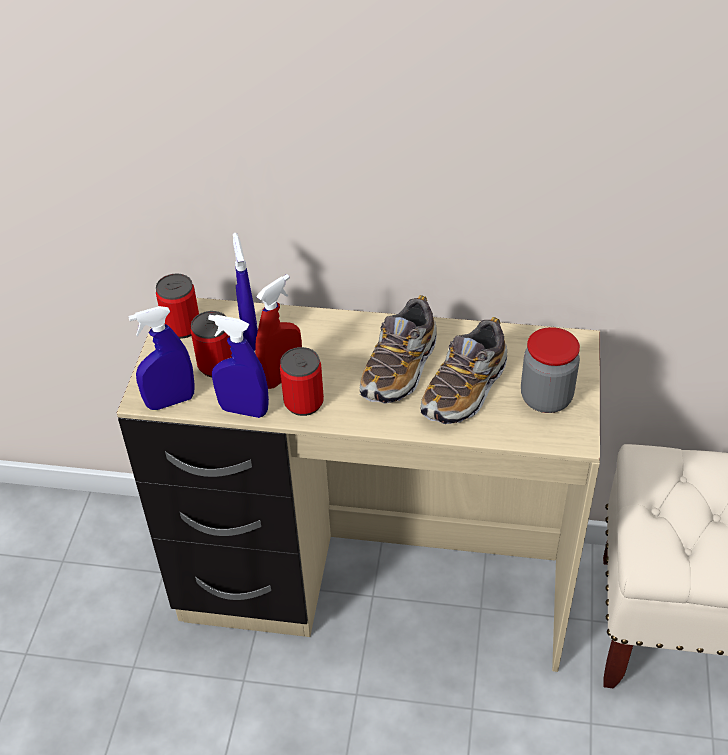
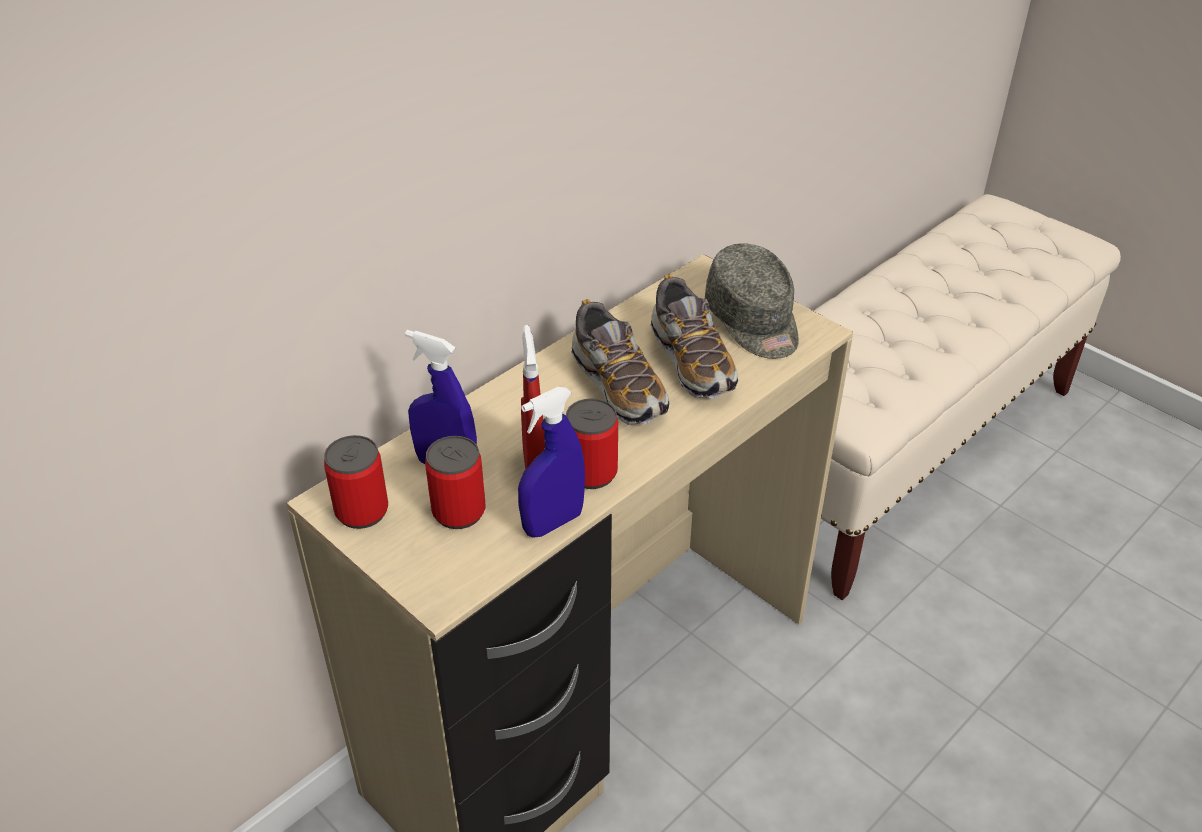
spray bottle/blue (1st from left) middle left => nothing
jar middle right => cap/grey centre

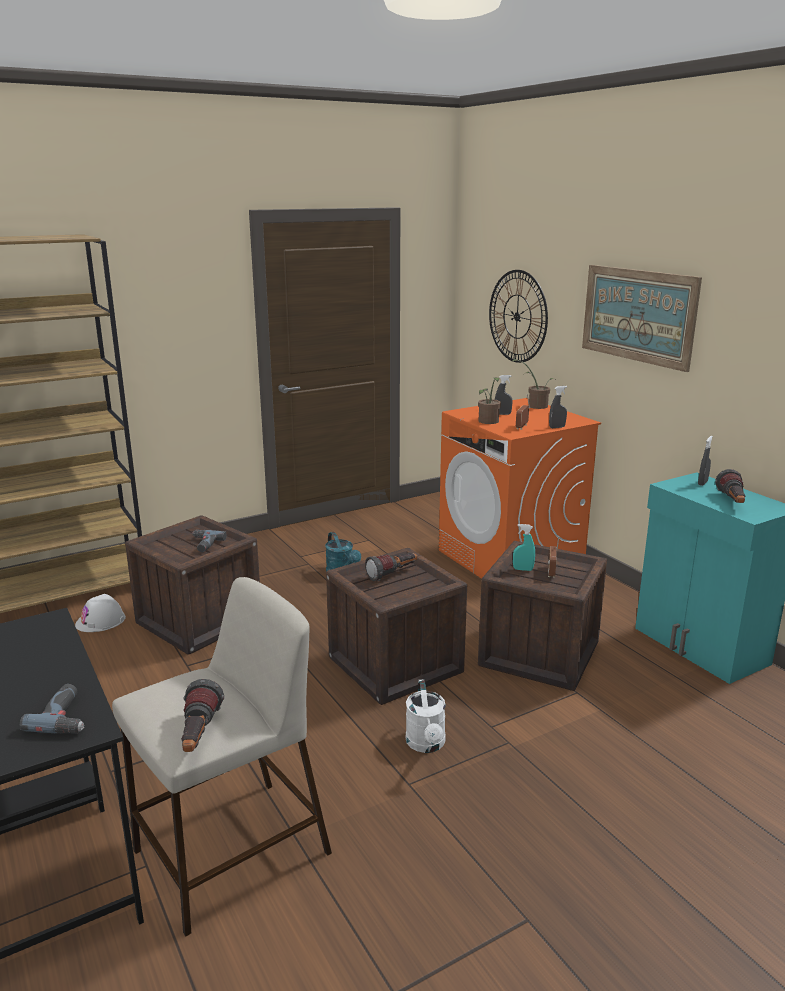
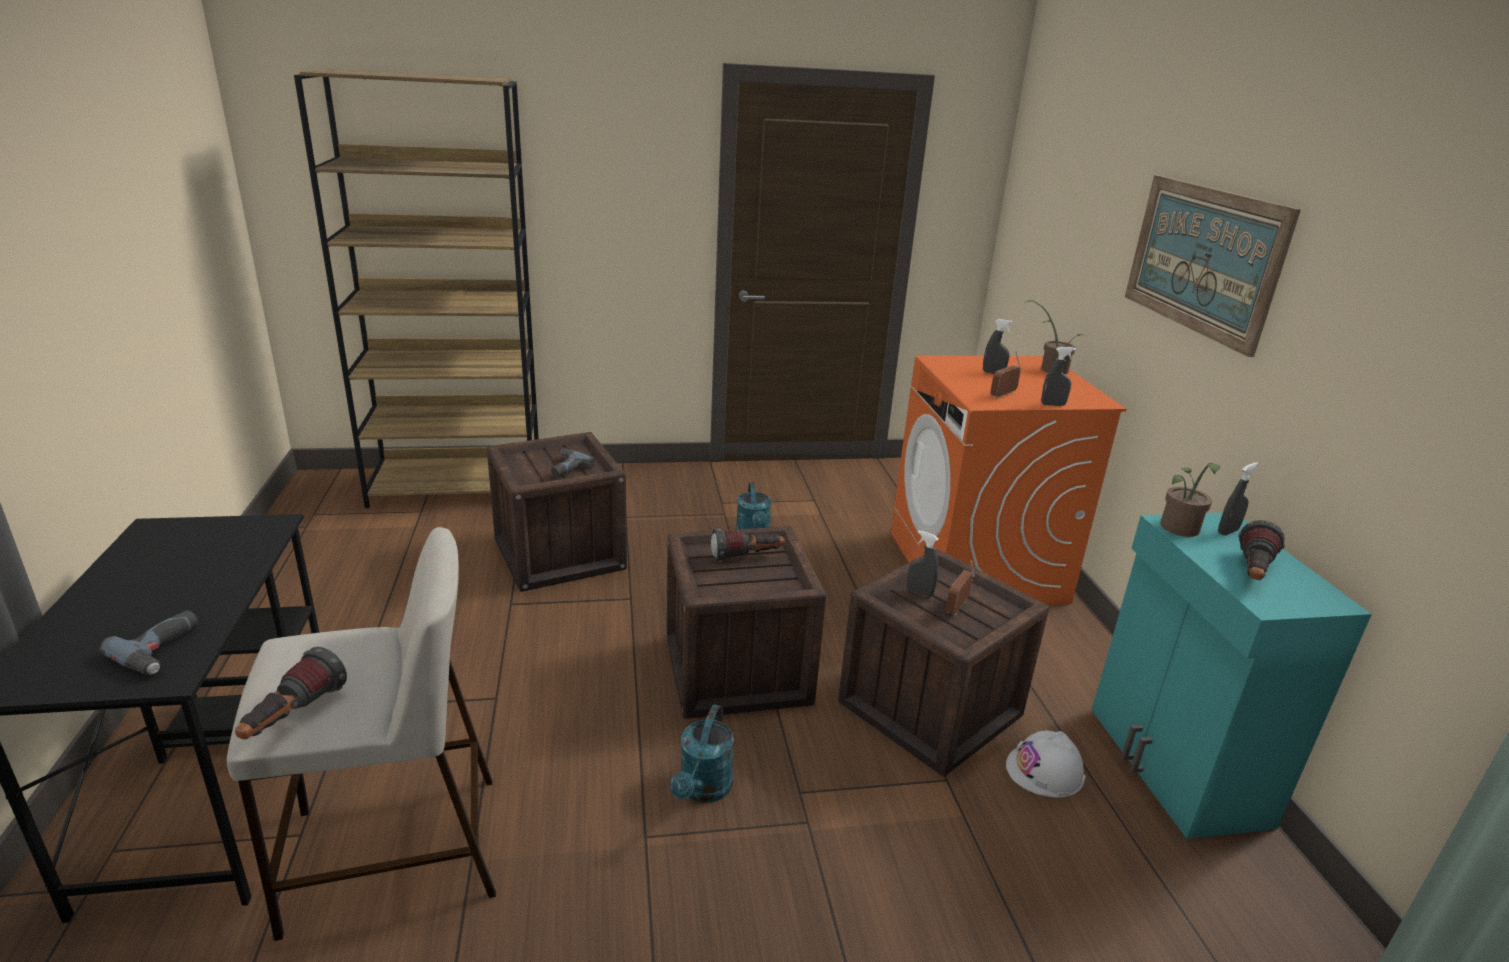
wall clock top centre => nothing
hard hat/white middle left => hard hat/white bottom right, move
potted plant (1st from left in the first image) centre => potted plant (2nd from left) middle right, move
watering can/white bottom centre => watering can/turquoise (1st from left) bottom centre
spray bottle/turquoise middle right => spray bottle/grey (1st from left) centre

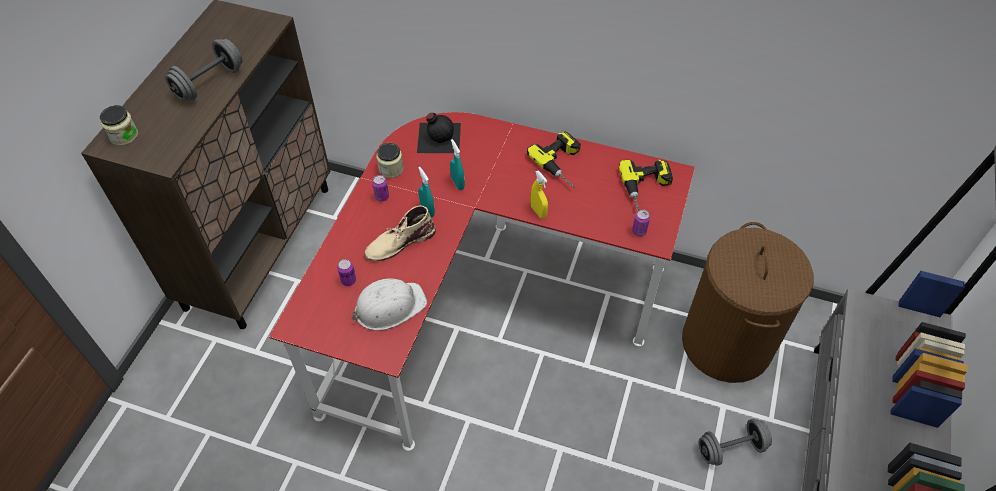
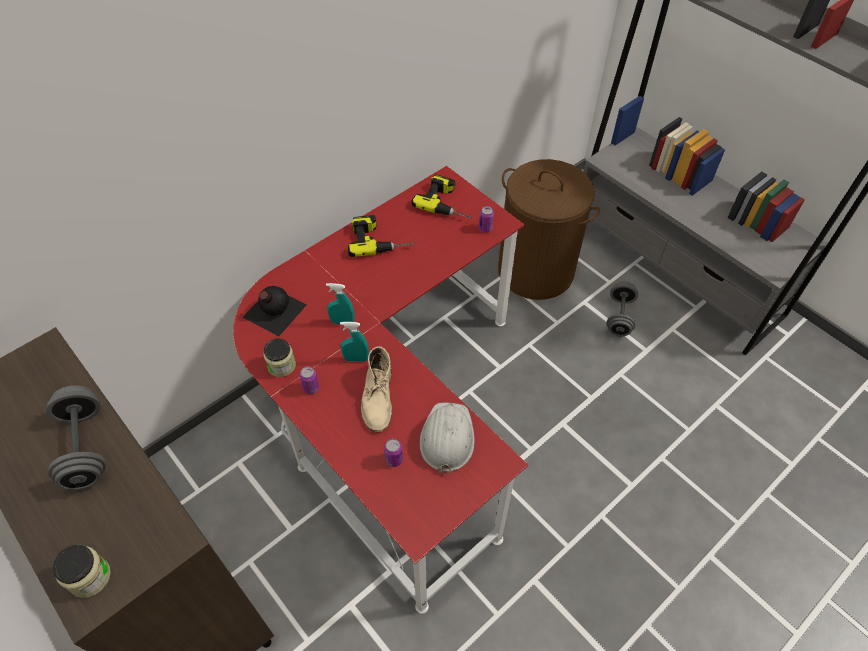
spray bottle/yellow centre => nothing

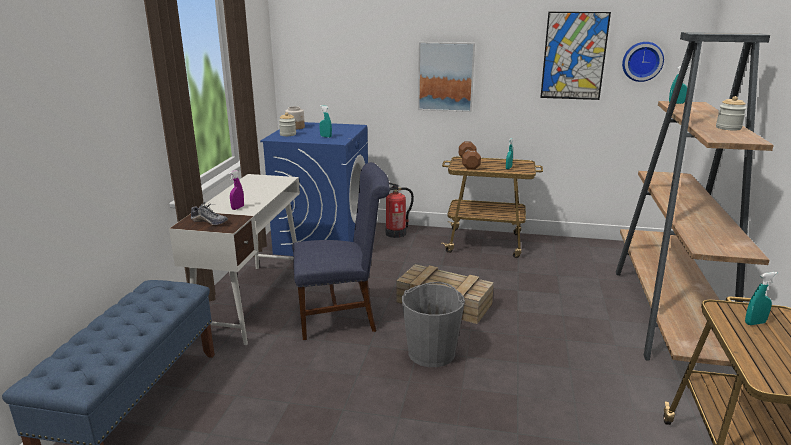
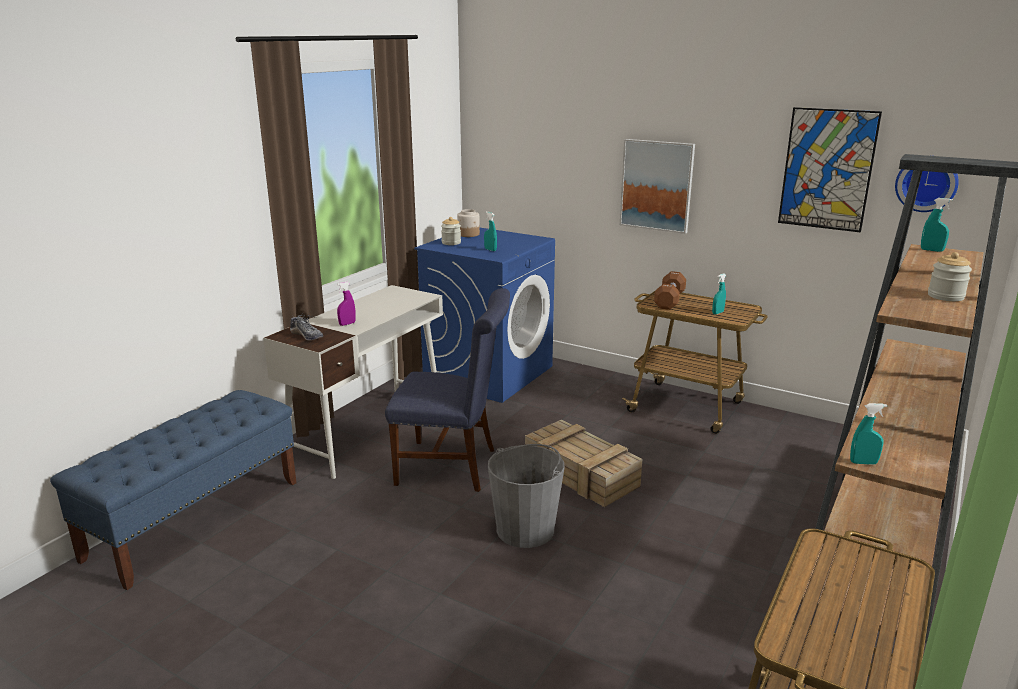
fire extinguisher centre => nothing
spray bottle/turquoise (4th from left in the first image) bottom right => spray bottle/turquoise (3rd from left) middle right, move

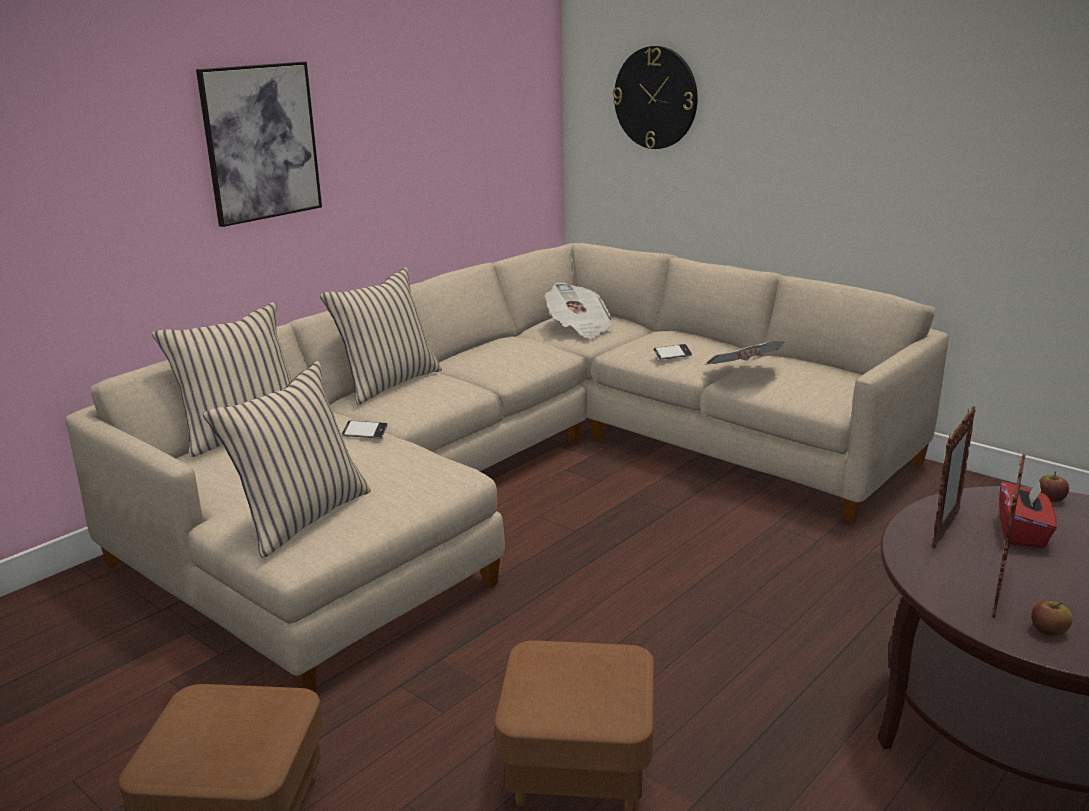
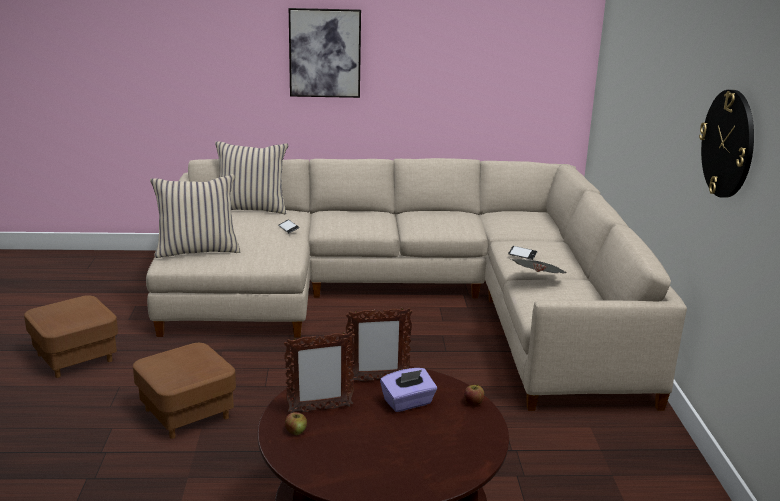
pillow/beige (3rd from left) centre => nothing
newspaper (1st from left) centre => nothing
wall clock top centre => wall clock top right, move
tissue box/red middle right => tissue box/purple bottom centre

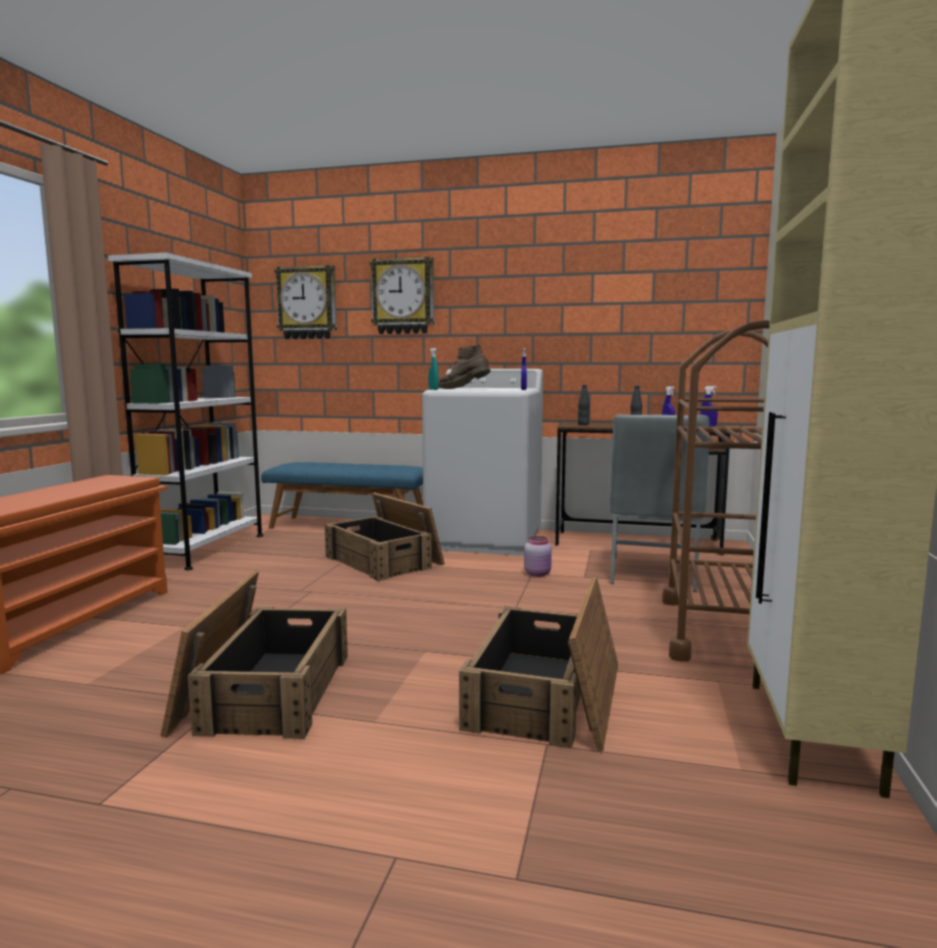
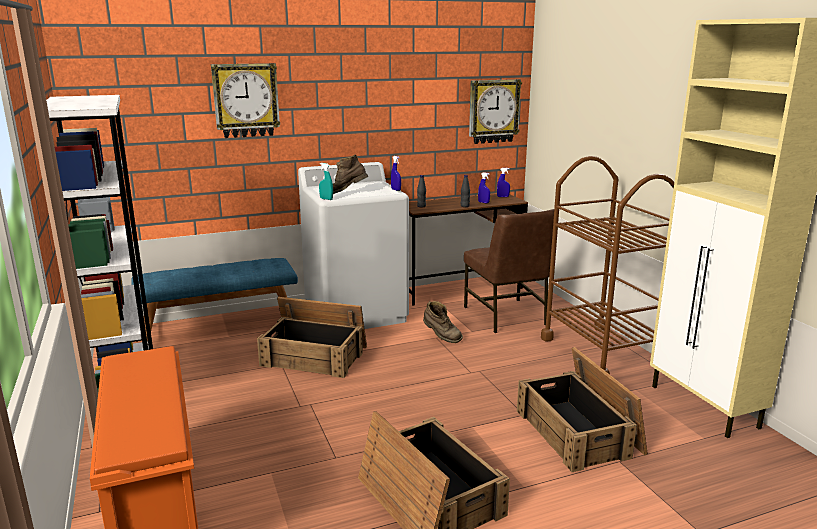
wall clock (1st from left in the first image) top left => wall clock (2nd from left) top centre, move
jar/pink centre => boot/brown (2nd from left) centre
chair/grey middle right => chair/brown centre

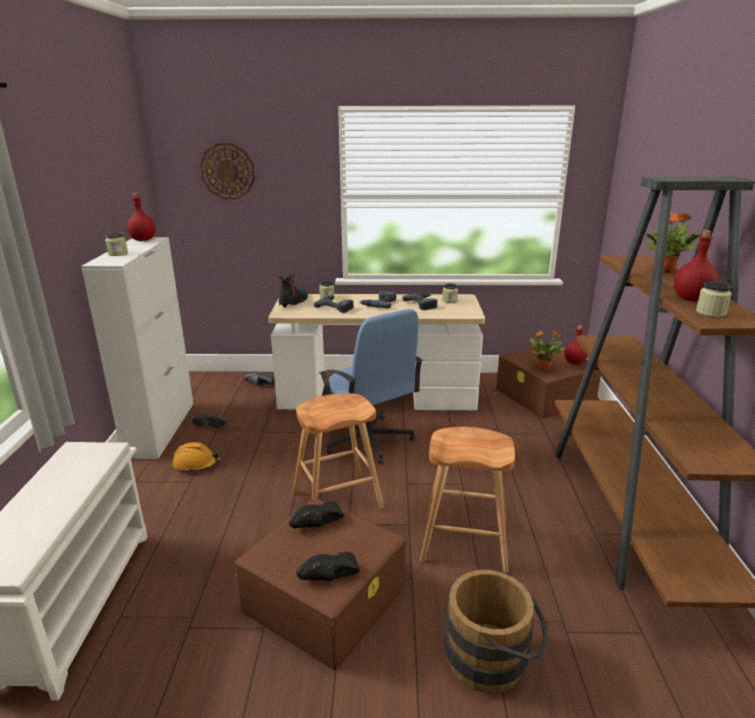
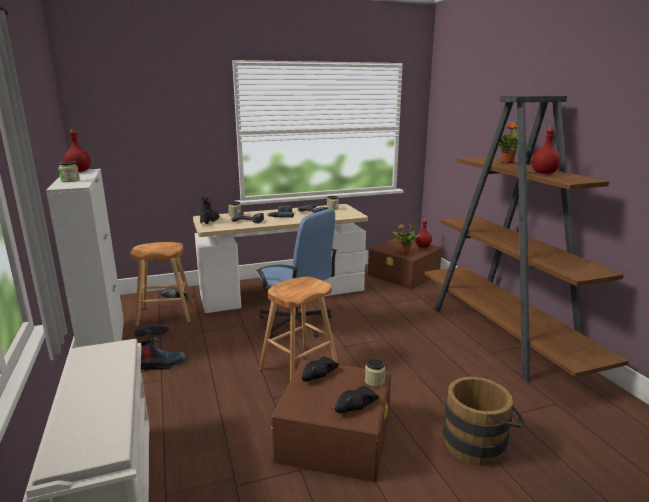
wall clock top left => nothing
stool/brown (2nd from left in the first image) bottom centre => stool/brown (1st from left) middle left, move
jar (4th from left) middle right => jar (4th from left) bottom centre, move
hard hat/orange middle left => boot (1st from left) bottom left

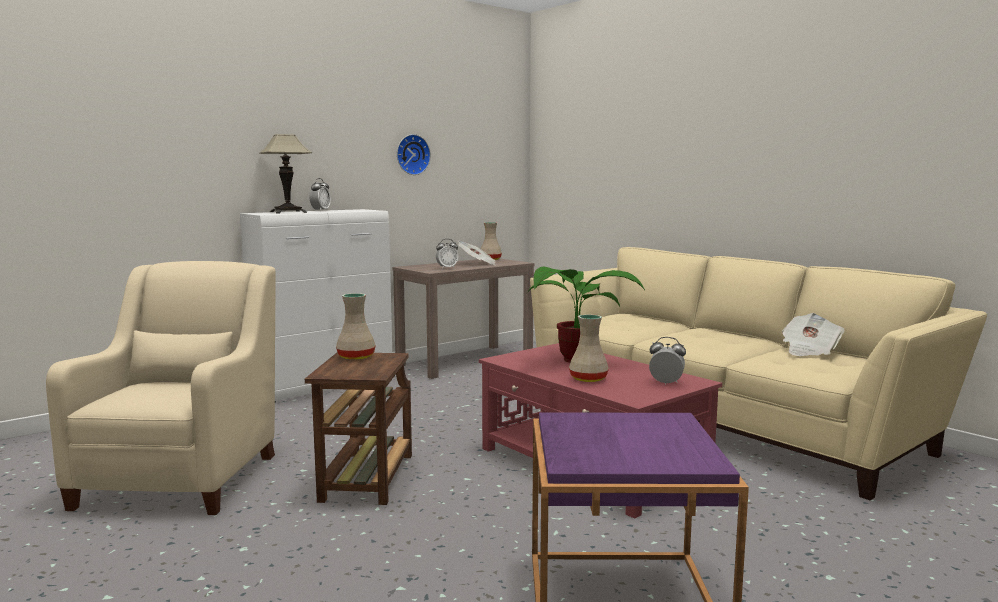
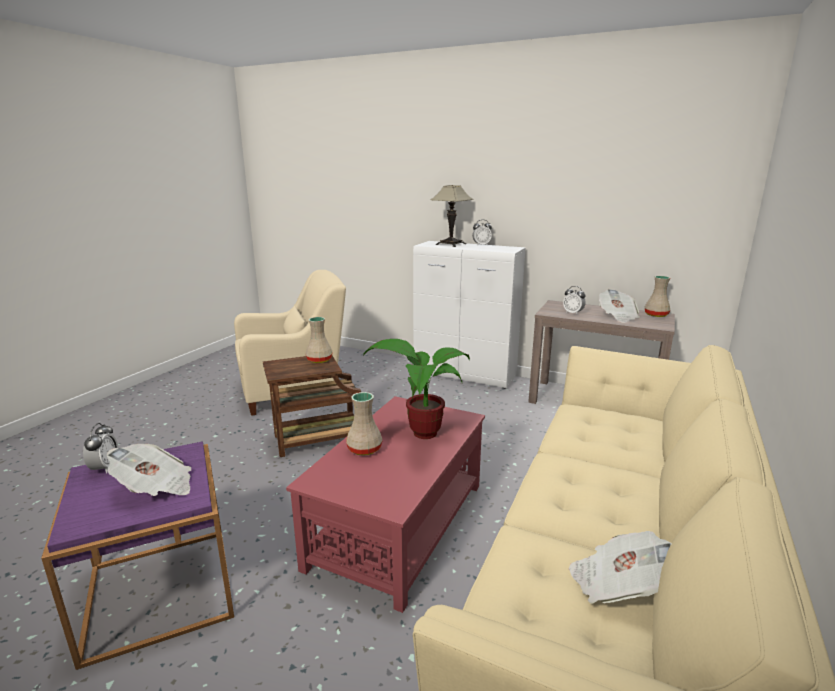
wall clock top centre => nothing
nothing => newspaper (1st from left) bottom left
alarm clock (3rd from left in the first image) middle right => alarm clock (1st from left) middle left, move

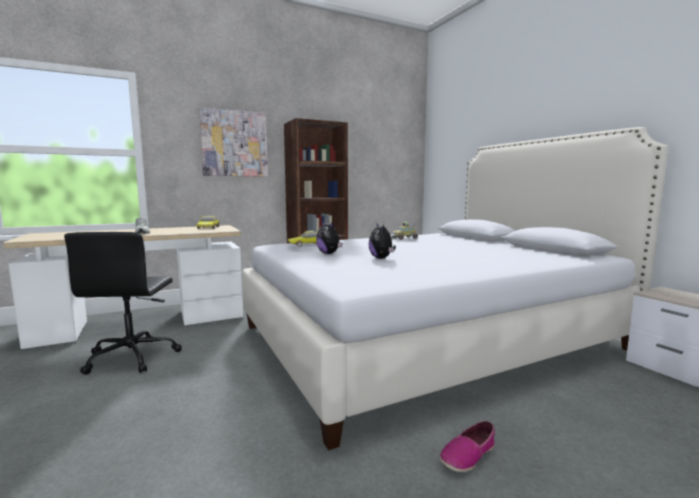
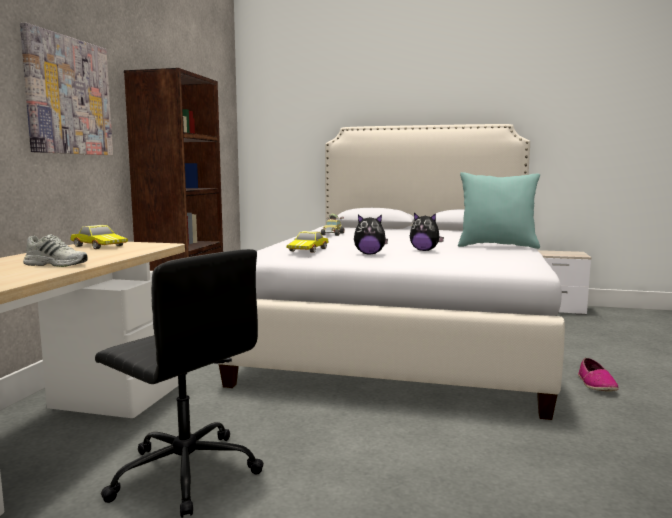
nothing => pillow/turquoise middle right

